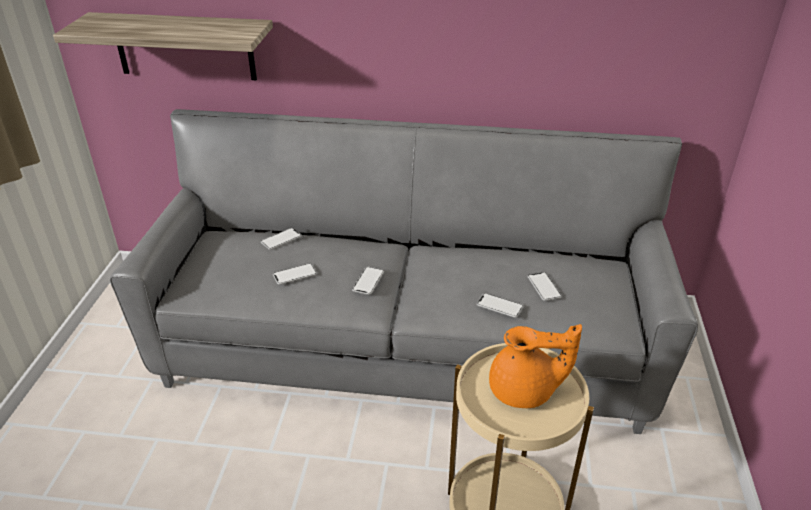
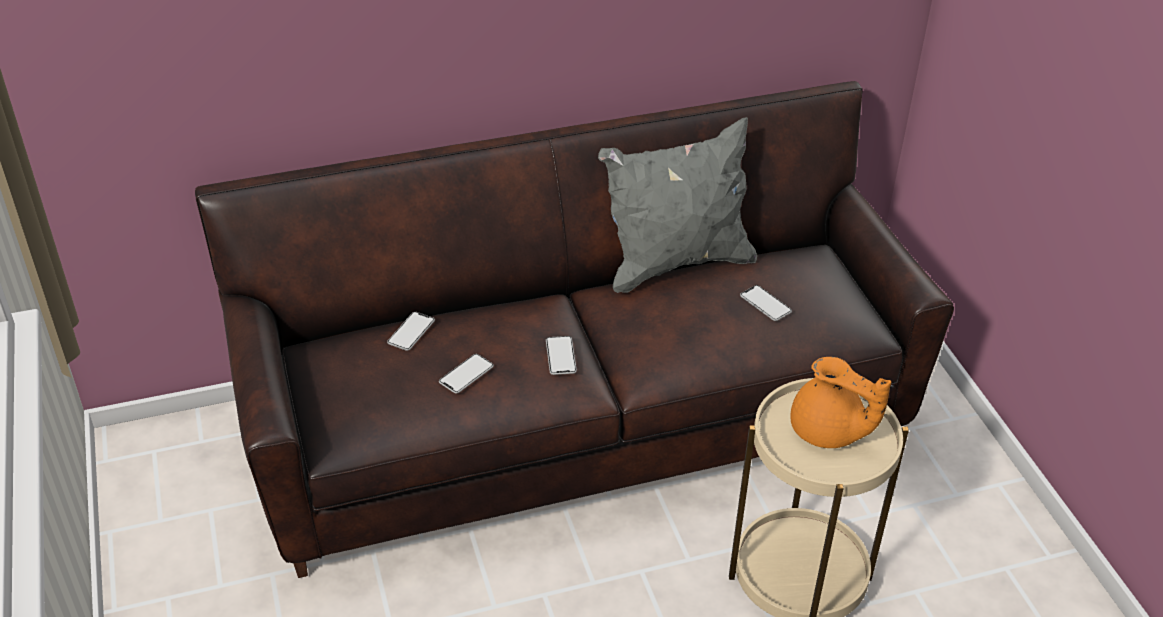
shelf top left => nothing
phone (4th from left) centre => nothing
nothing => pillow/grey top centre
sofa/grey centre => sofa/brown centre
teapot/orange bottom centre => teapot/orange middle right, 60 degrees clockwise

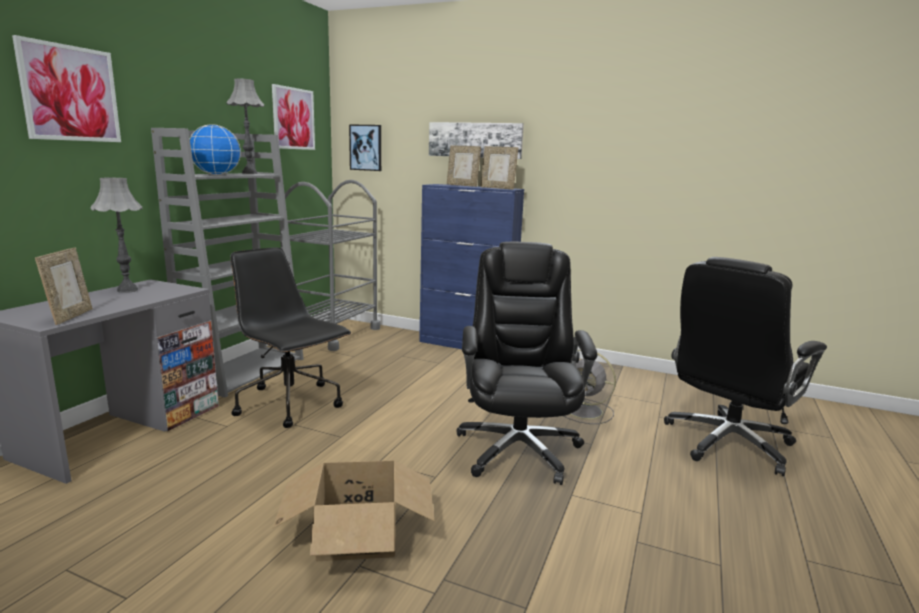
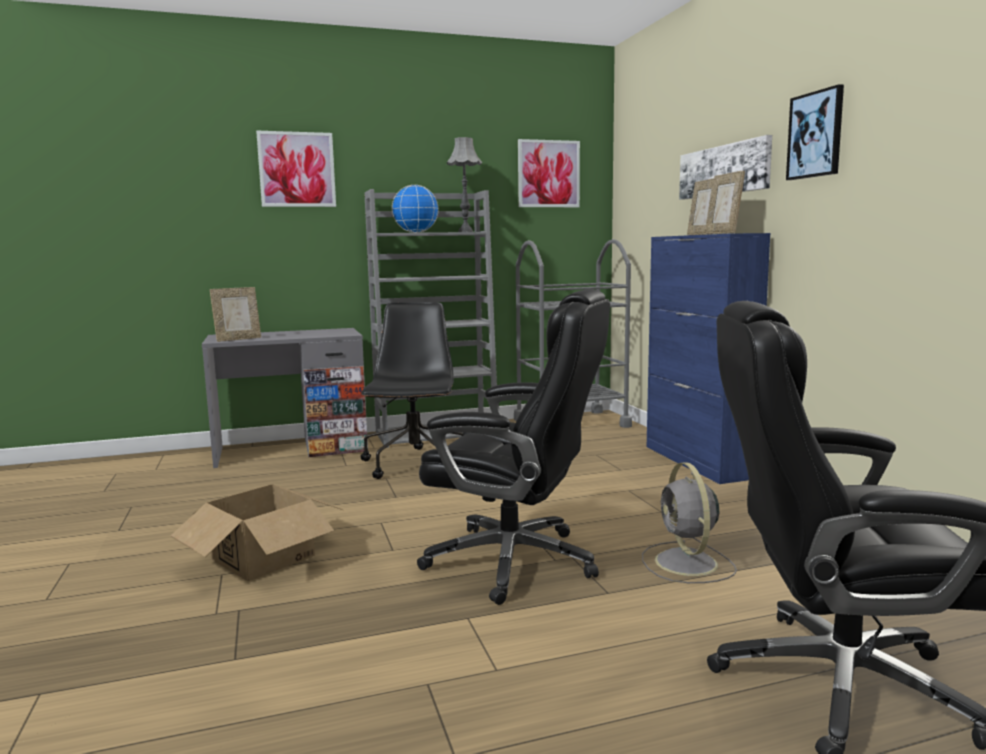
table lamp/grey (1st from left) middle left => nothing
picture (3rd from left in the first image) top centre => picture (4th from left) top right, move
office chair/black (2nd from left) centre, 60 degrees clockwise

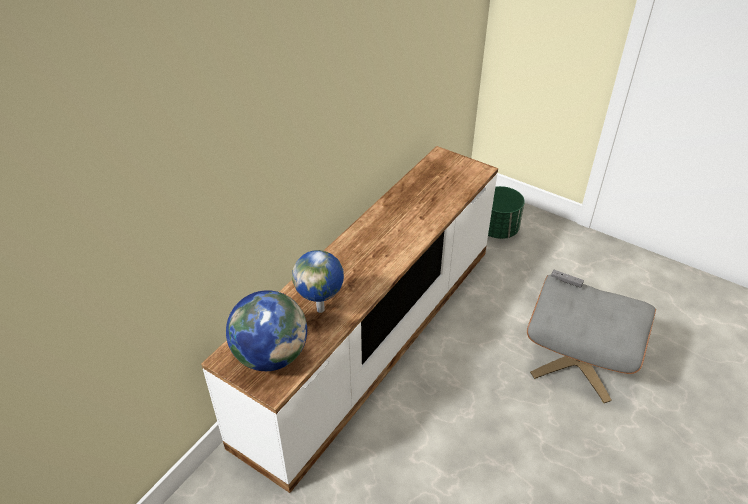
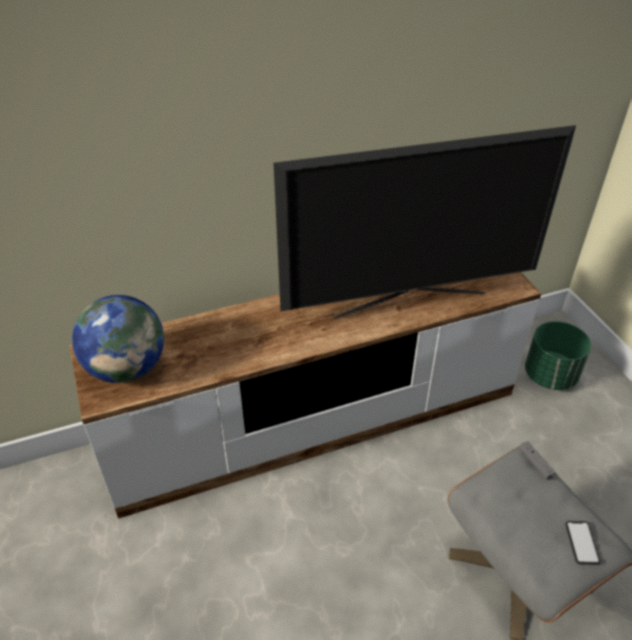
globe (2nd from left) centre => nothing
nothing => television middle right
nothing => phone bottom right

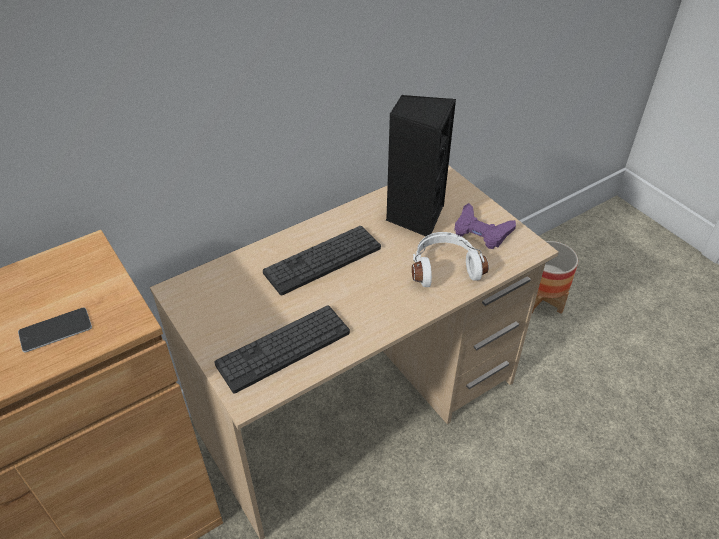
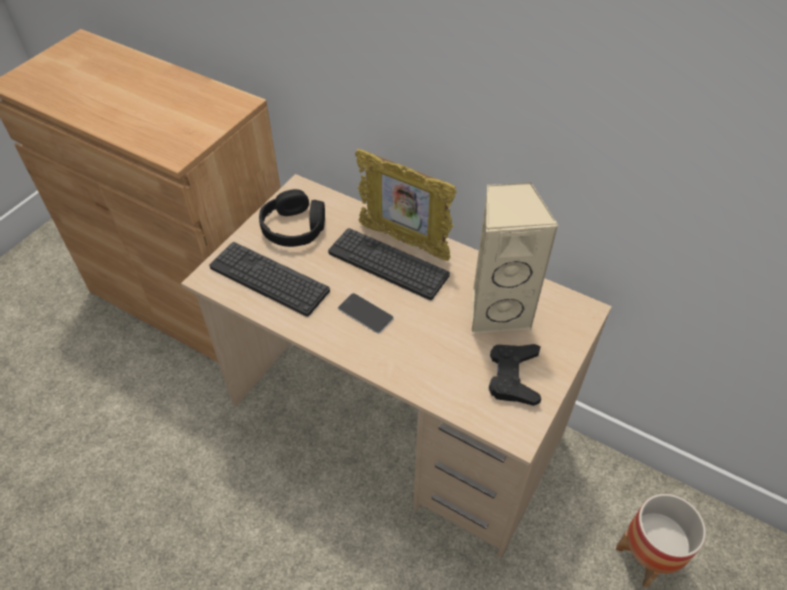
headphones/white centre => nothing
nothing => headphones/black centre
nothing => picture frame centre
phone middle left => phone centre, move
speaker/black top centre => speaker/beige centre
game controller/purple middle right => game controller/black centre

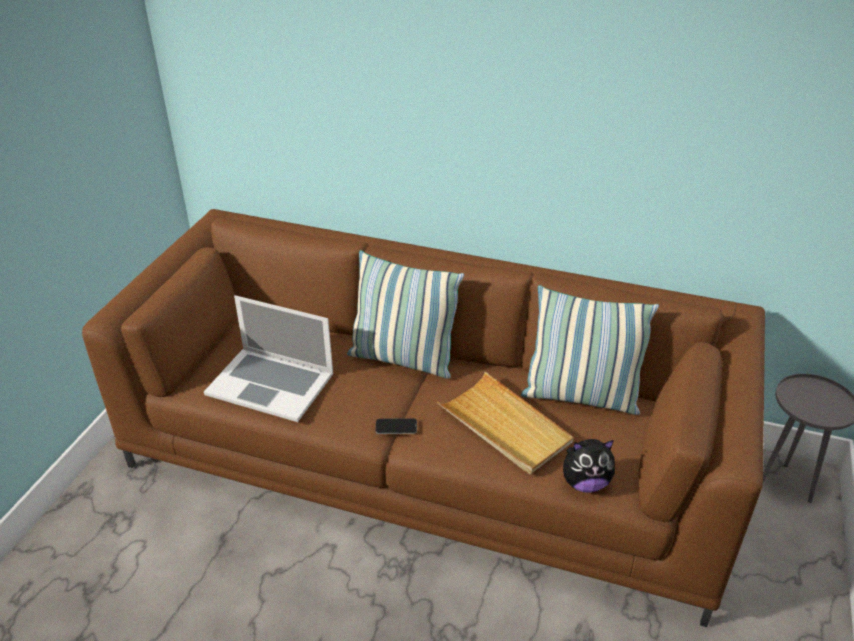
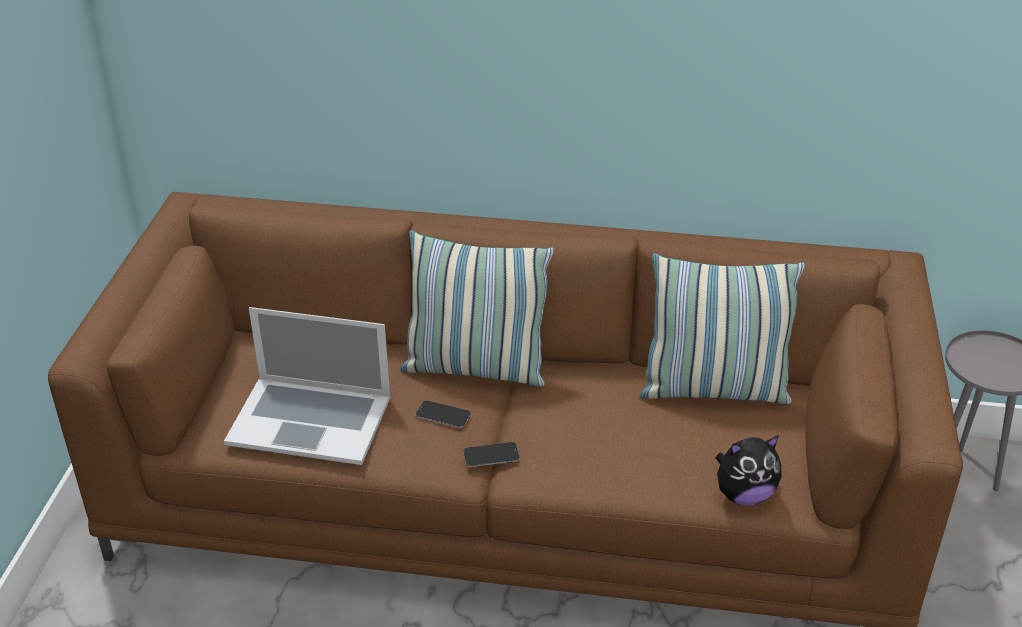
tray/beige centre => nothing
nothing => phone (1st from left) centre

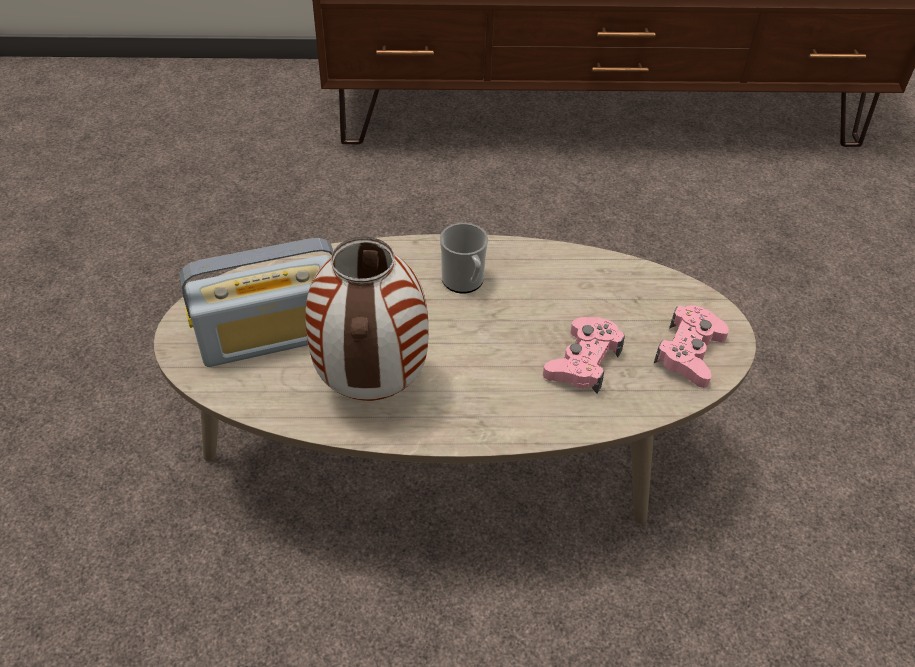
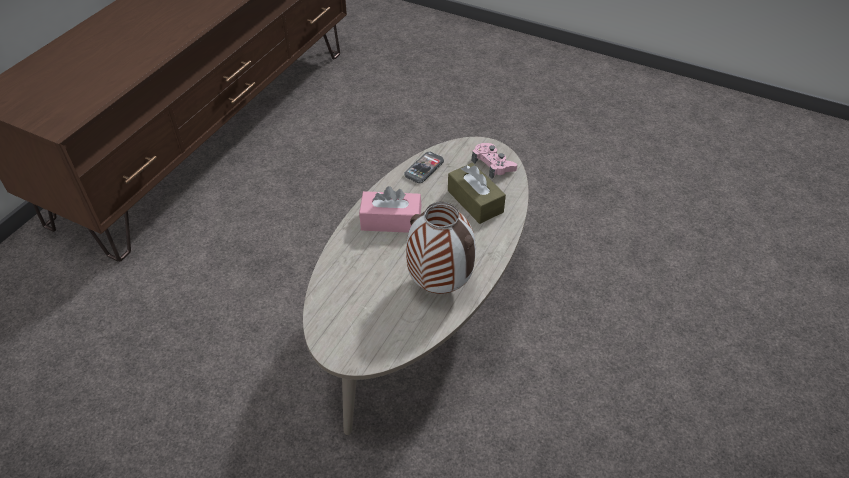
radio middle left => nothing
nothing => phone centre
mug centre => tissue box/pink centre
game controller/pink (1st from left) centre => tissue box/brown centre

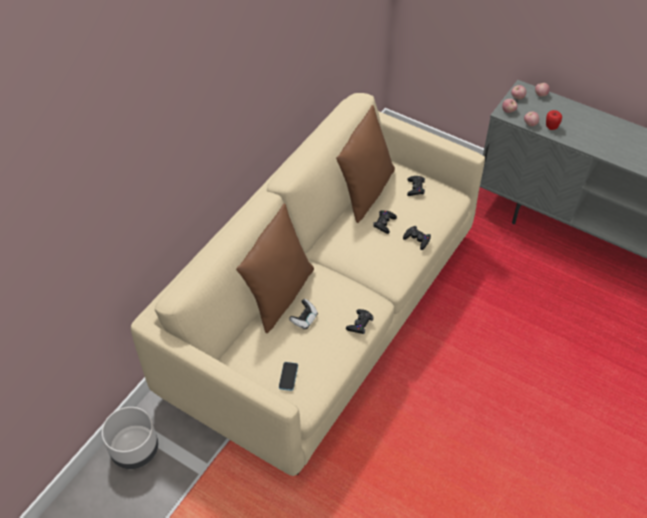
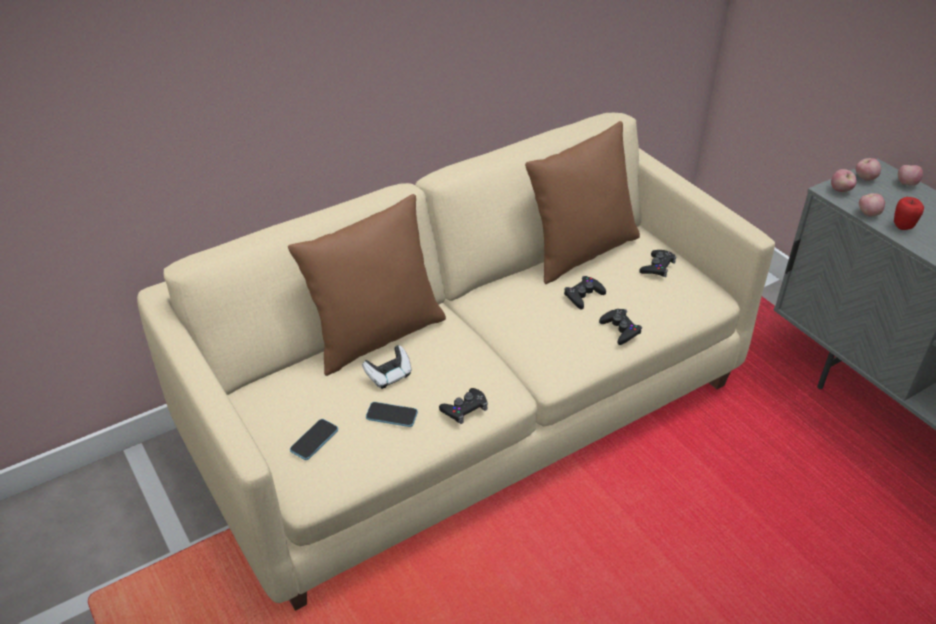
planter/grey bottom left => nothing
nothing => phone (2nd from left) centre

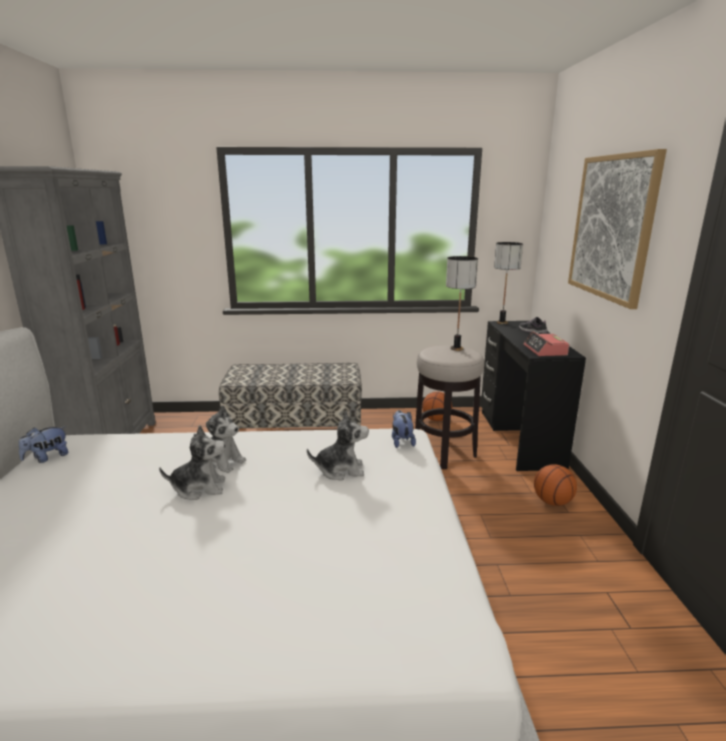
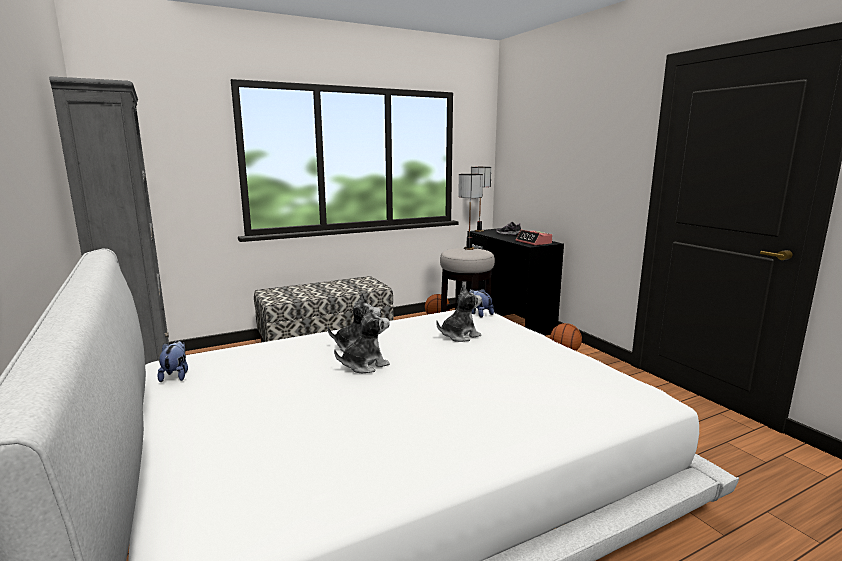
picture top right => nothing
plush toy (1st from left) middle left, 150 degrees clockwise

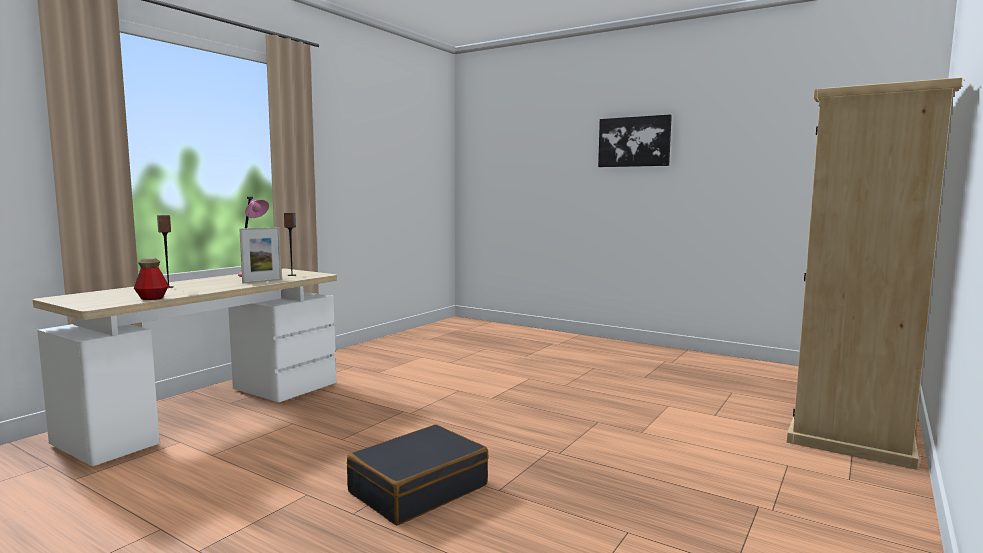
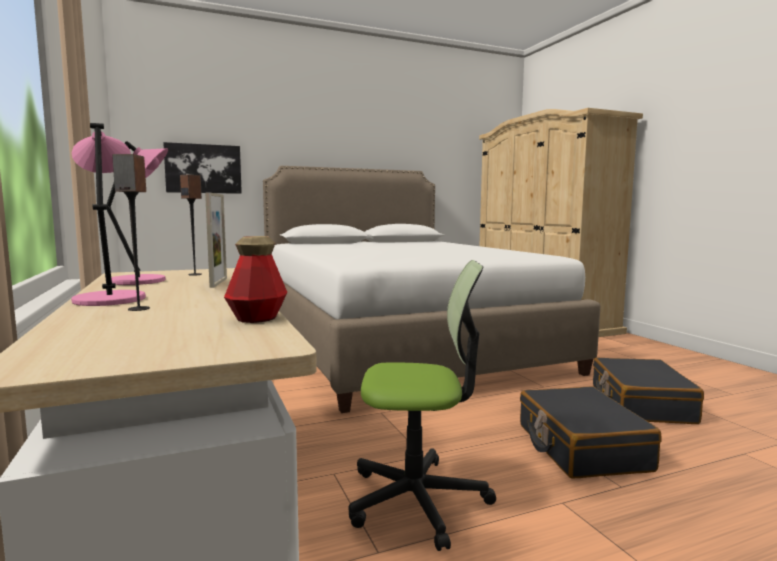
nothing => table lamp/pink (1st from left) middle left
nothing => bed/white centre
nothing => office chair bottom centre
nothing => suitcase/black (2nd from left) bottom right
picture top centre => picture top left, move

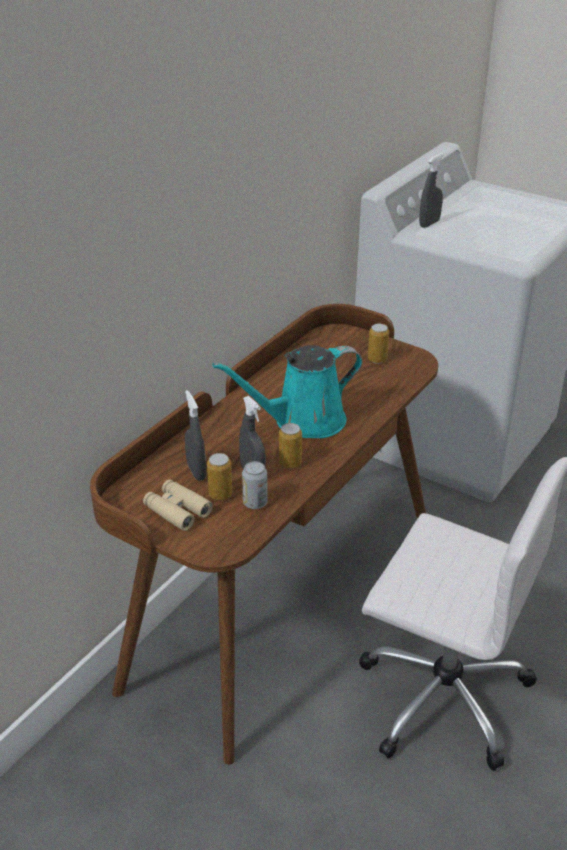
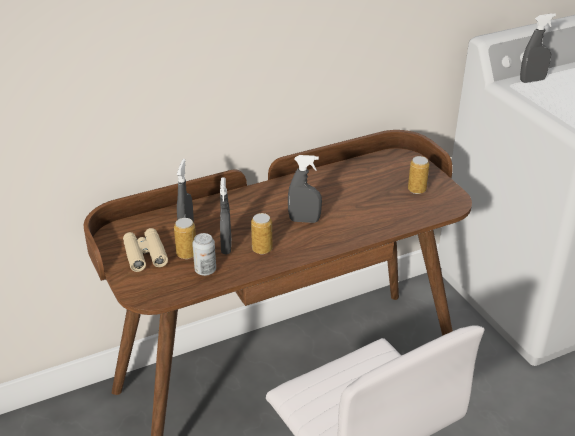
watering can/turquoise centre => spray bottle/grey (3rd from left) centre

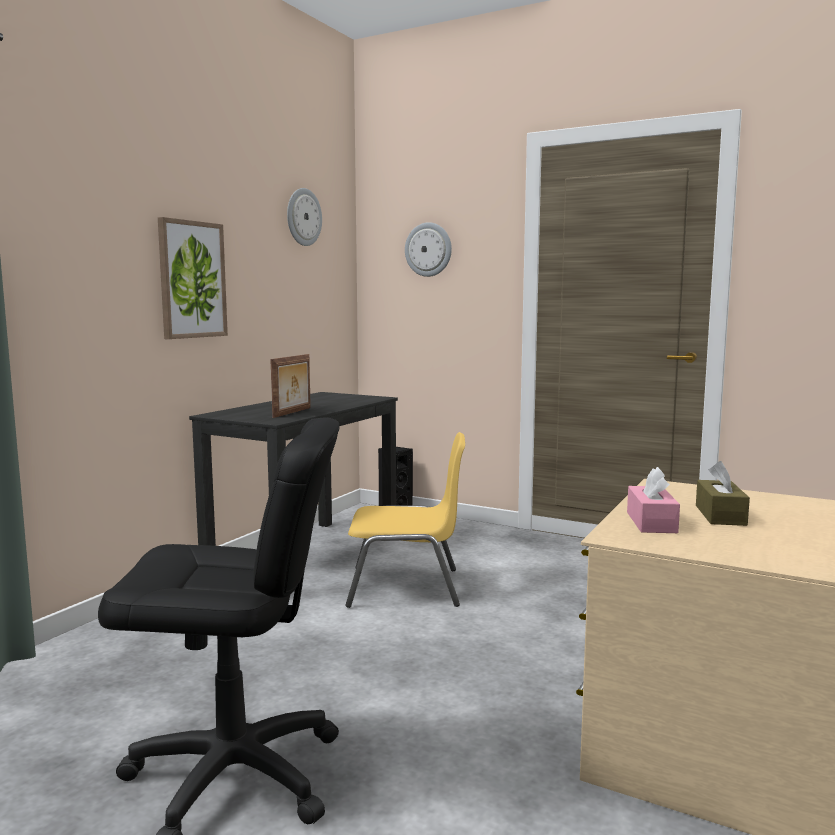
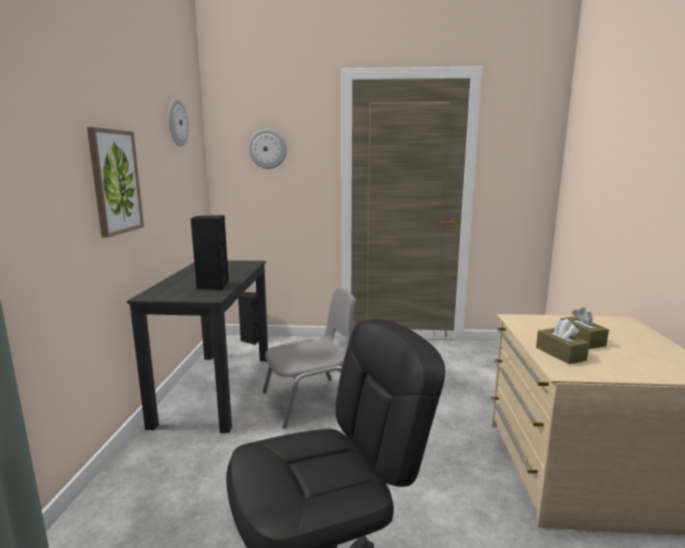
picture frame centre => speaker/black (1st from left) middle left
chair/yellow centre => chair/grey centre
tissue box/pink middle right => tissue box/brown (1st from left) middle right

